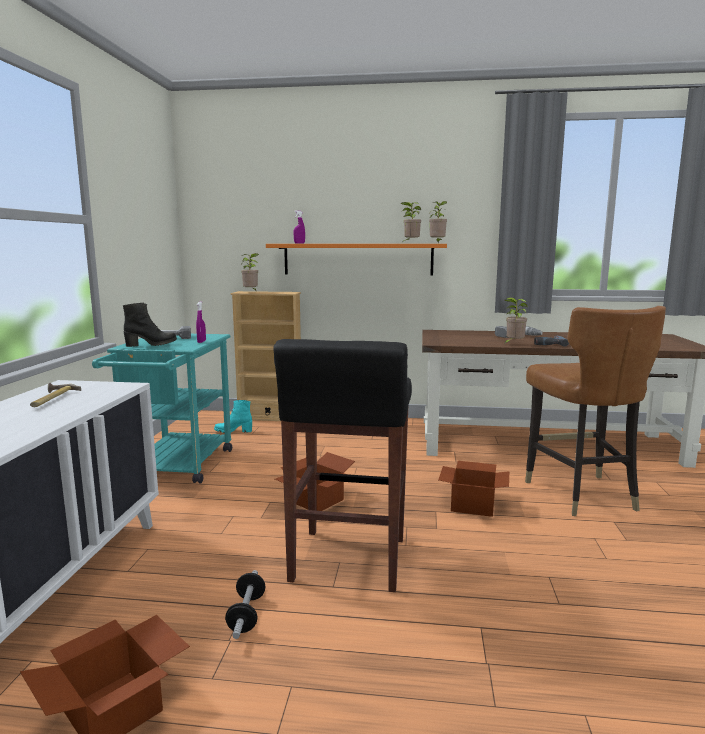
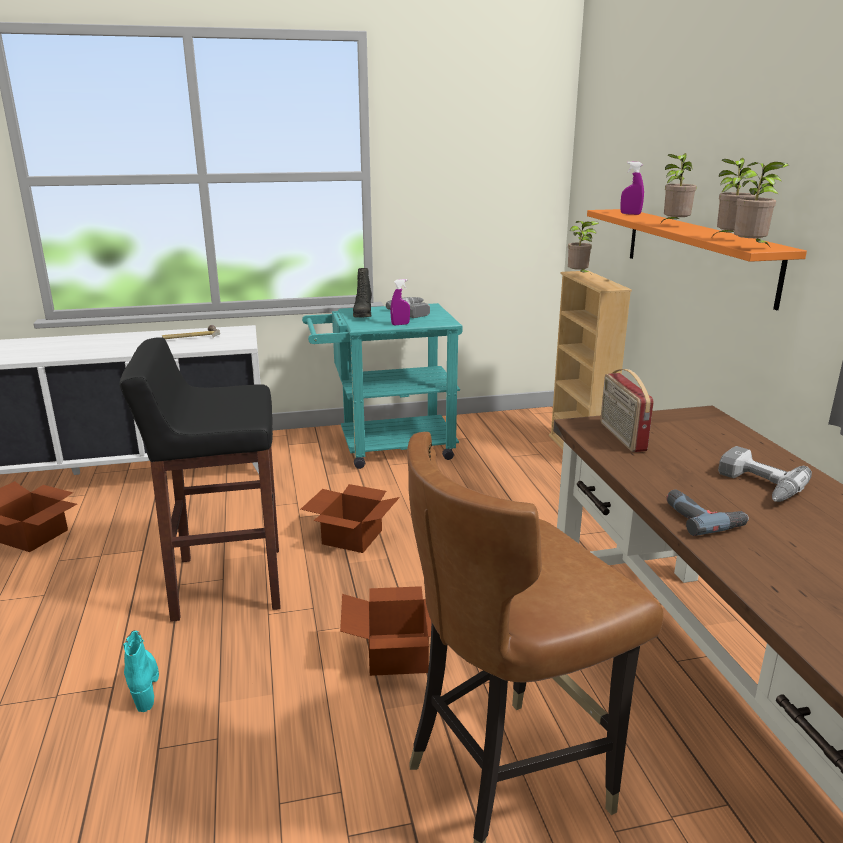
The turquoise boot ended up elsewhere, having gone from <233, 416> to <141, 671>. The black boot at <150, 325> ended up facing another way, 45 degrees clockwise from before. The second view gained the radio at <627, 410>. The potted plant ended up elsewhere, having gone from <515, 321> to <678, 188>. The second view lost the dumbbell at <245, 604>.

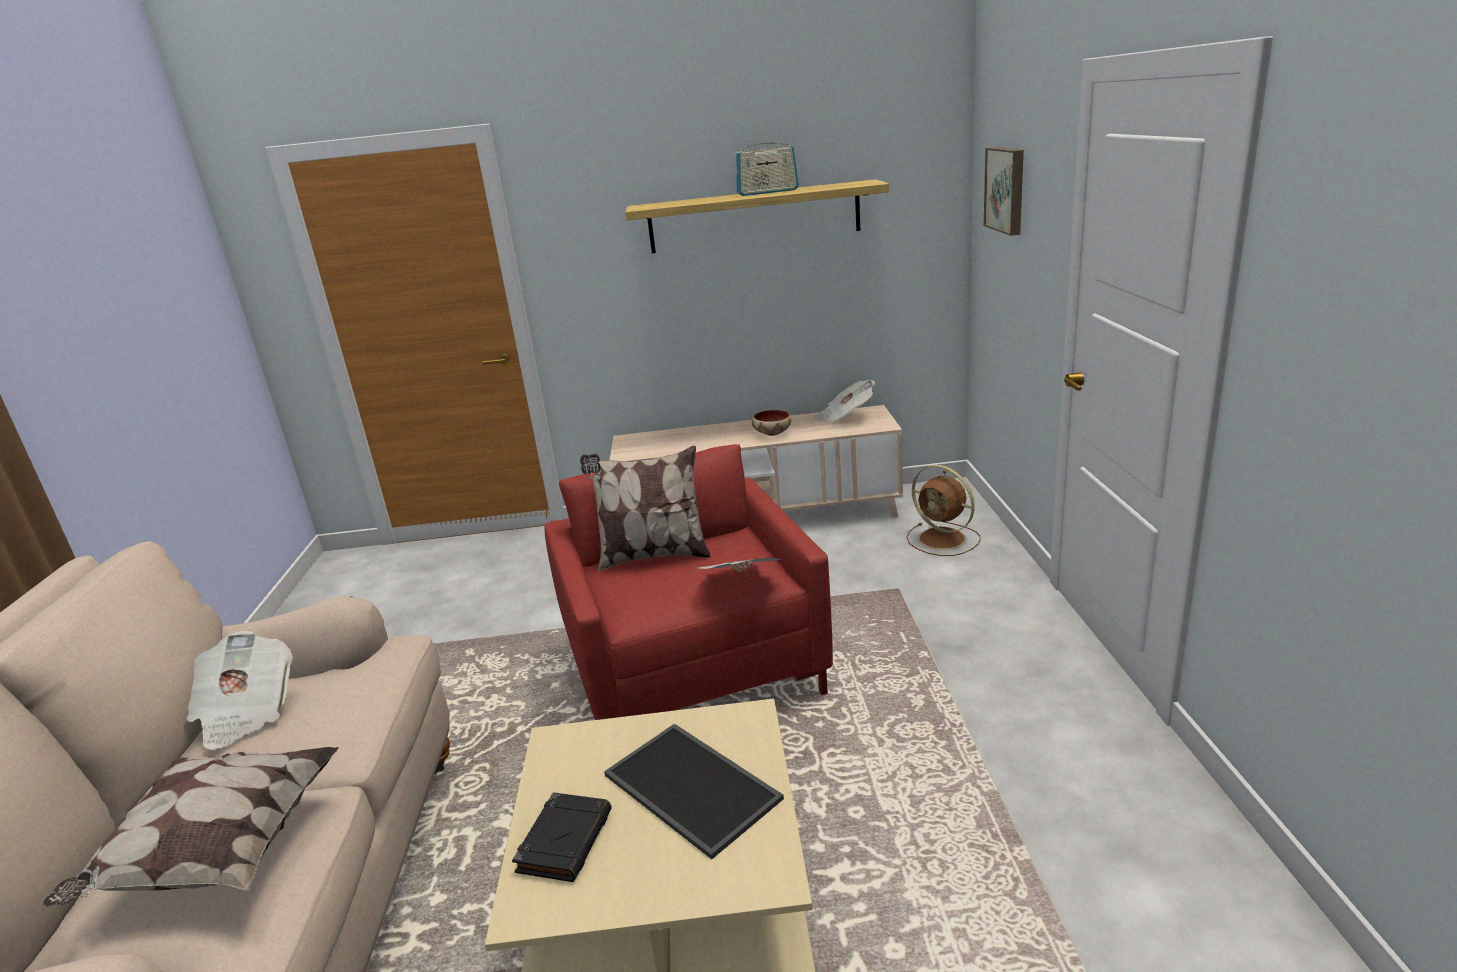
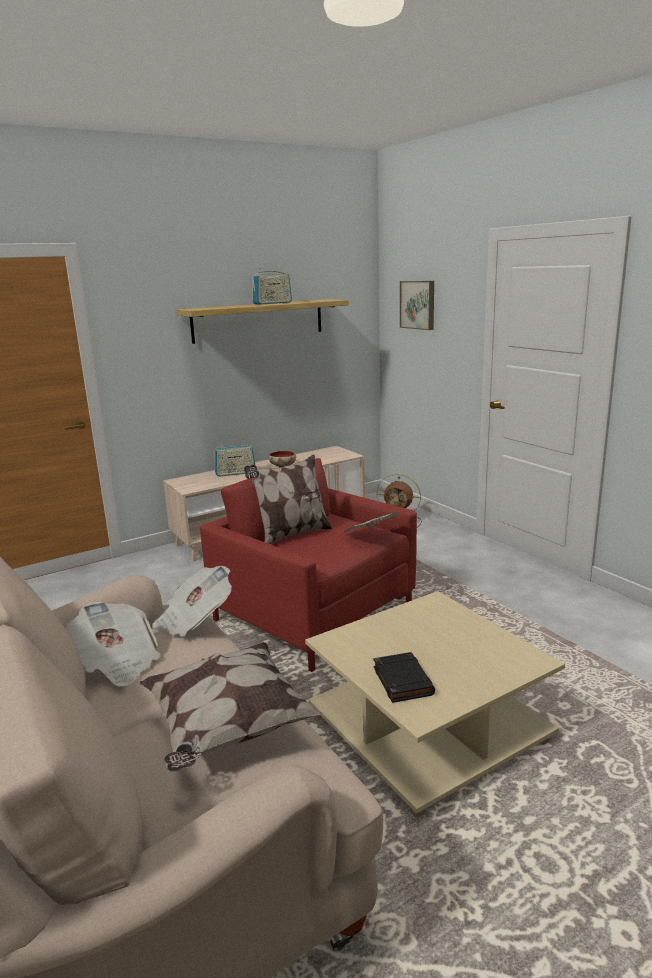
The newspaper ended up elsewhere, having gone from <844, 402> to <192, 601>. The second view gained the radio at <234, 459>. The second view lost the tray at <694, 791>.

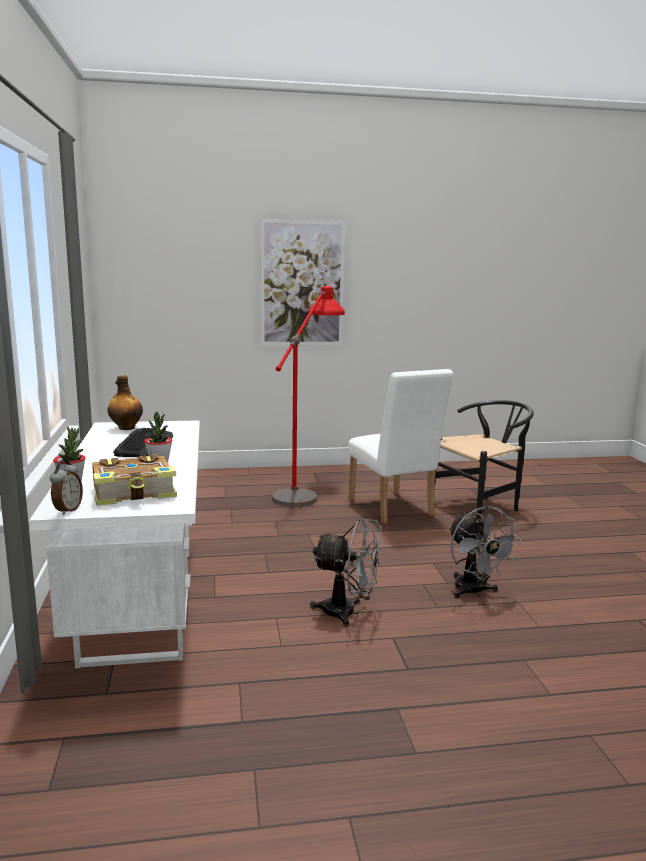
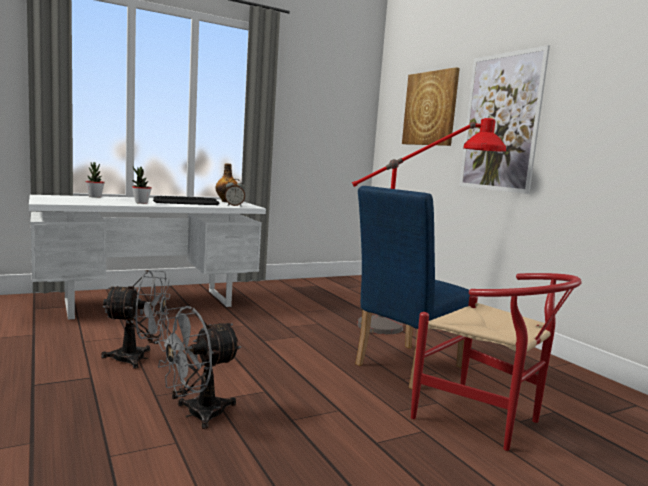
The grey fan at <346, 572> ended up facing another way, 90 degrees counterclockwise from before. The alarm clock ended up elsewhere, having gone from <66, 487> to <235, 192>. What was the white chair at <400, 446> turned into the blue chair at <412, 287>. The second view gained the picture at <431, 106>. What was the black chair at <484, 459> turned into the red chair at <496, 362>. The second view lost the book at <134, 480>.

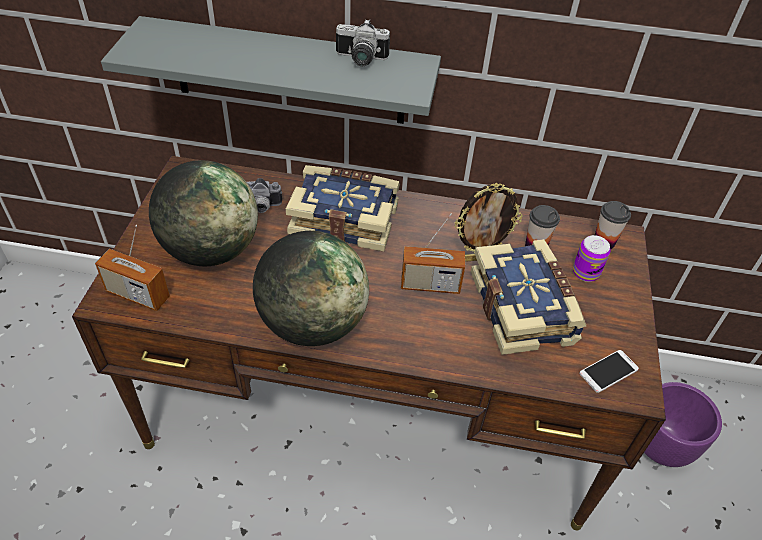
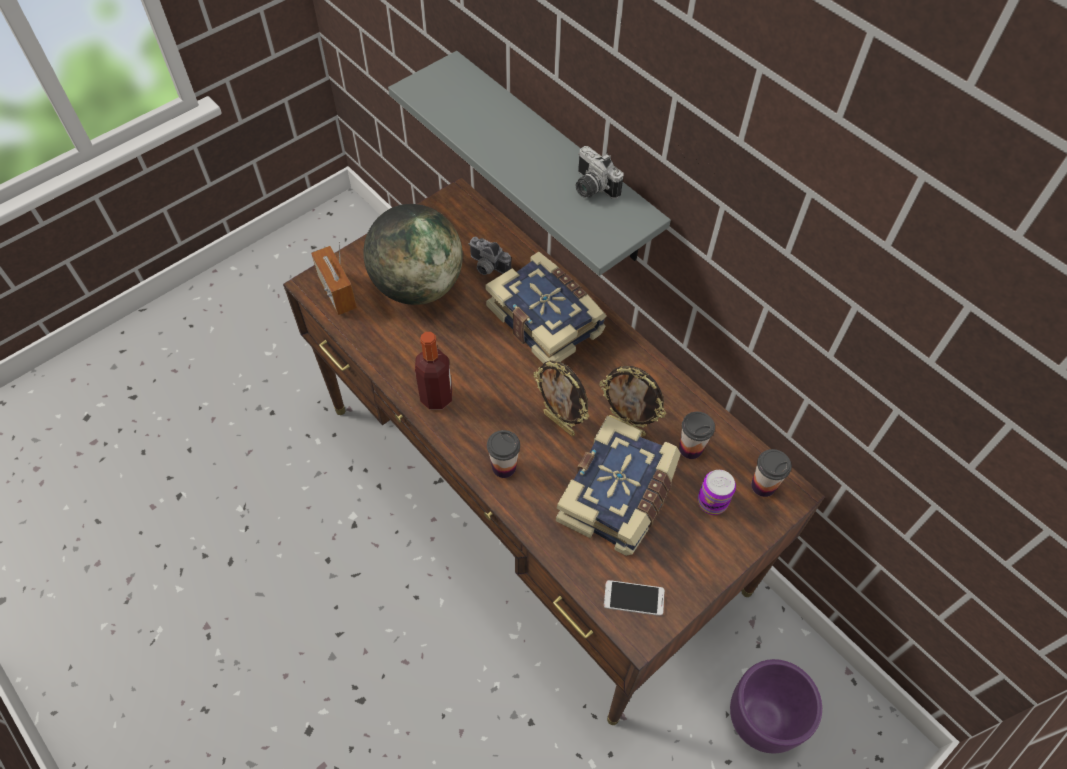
Where the globe stood at <311, 288>, the bottle came to stand at <433, 370>. The second view gained the cup at <503, 454>. Where the radio stood at <433, 253>, the picture frame came to stand at <561, 398>.

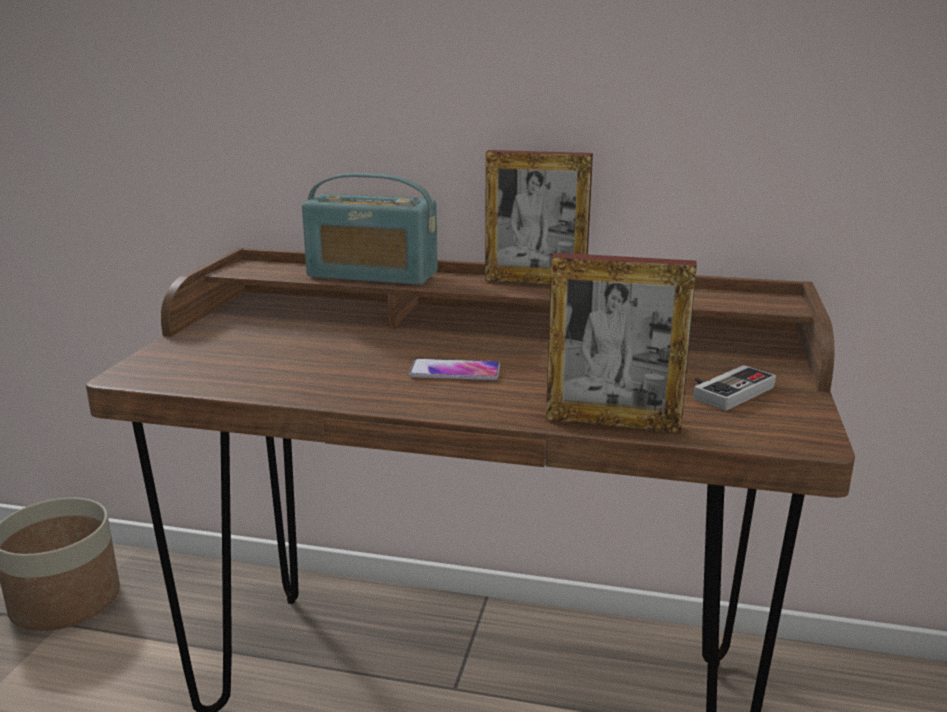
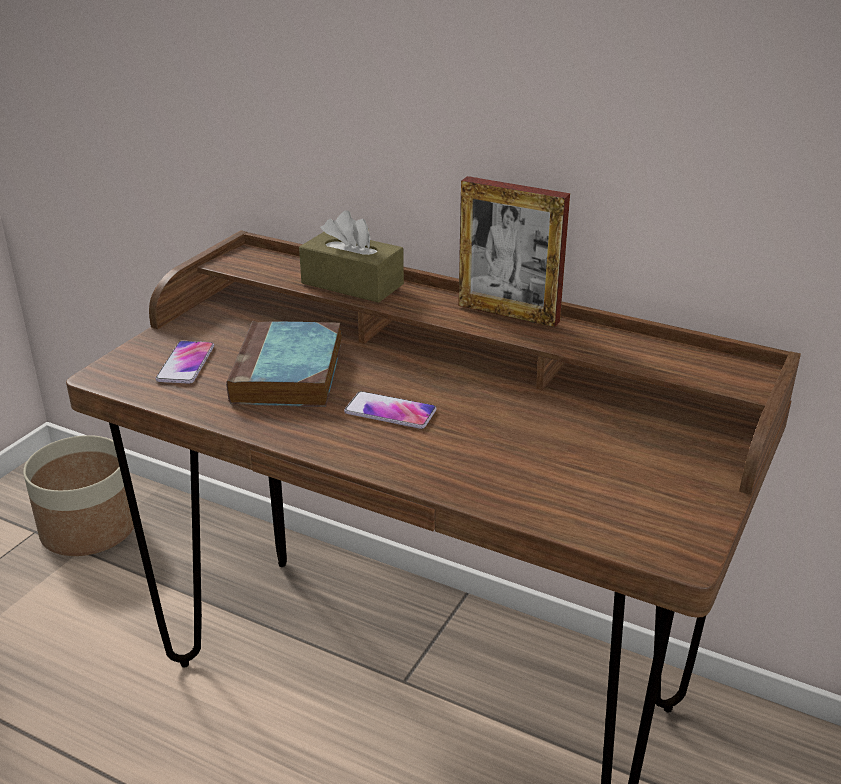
The second view gained the phone at <185, 362>. The second view gained the book at <284, 364>. Where the radio stood at <370, 229>, the brown tissue box came to stand at <351, 256>. The second view lost the picture frame at <621, 343>. The second view lost the game controller at <735, 388>.

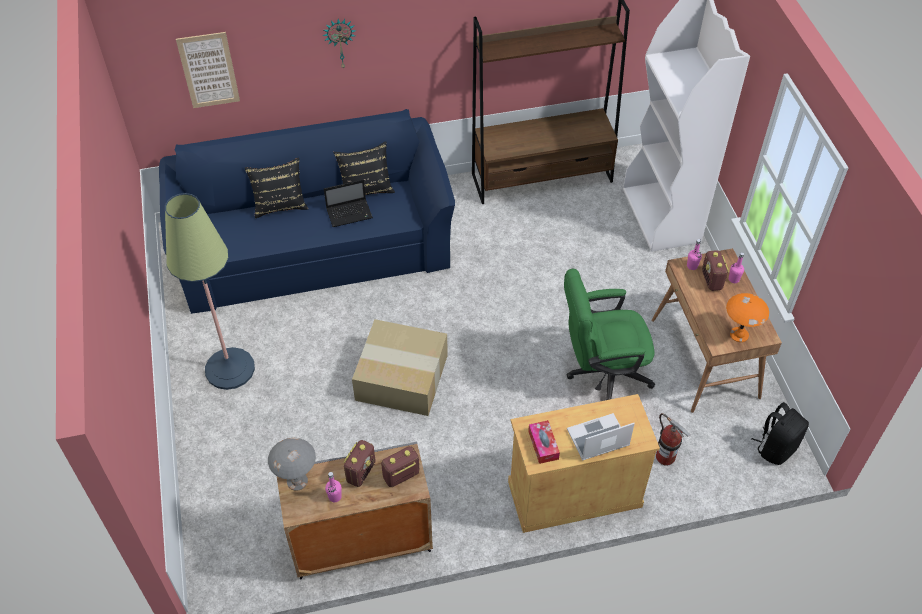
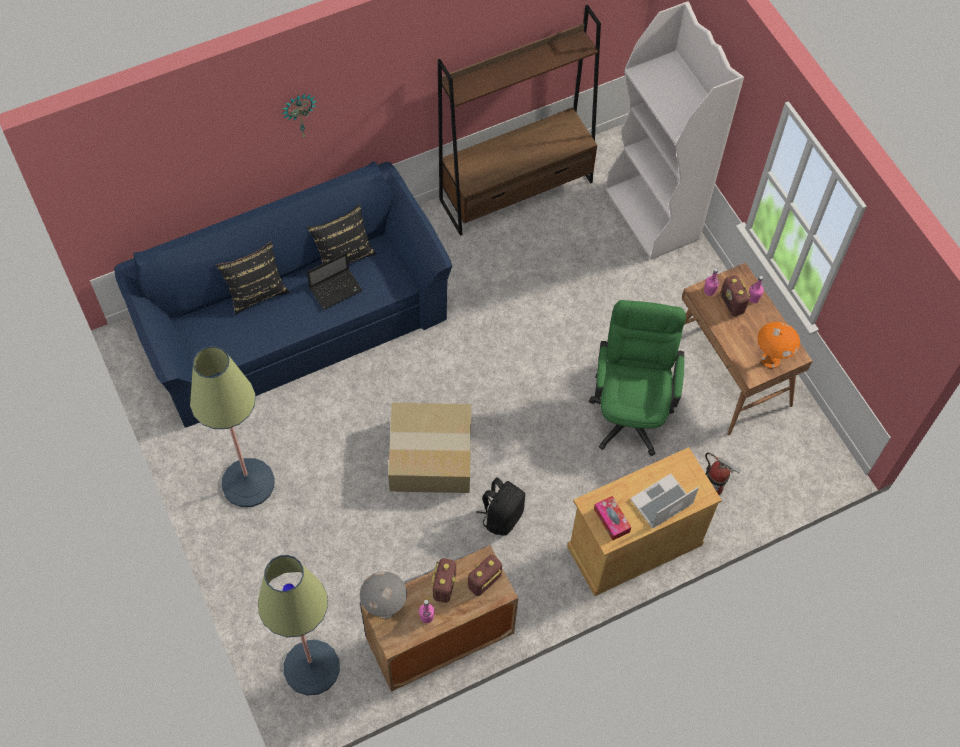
The second view gained the floor lamp at <299, 625>. The black backpack ended up elsewhere, having gone from <780, 433> to <500, 506>. The green office chair at <609, 334> ended up facing another way, 120 degrees clockwise from before. The second view lost the picture at <208, 70>.

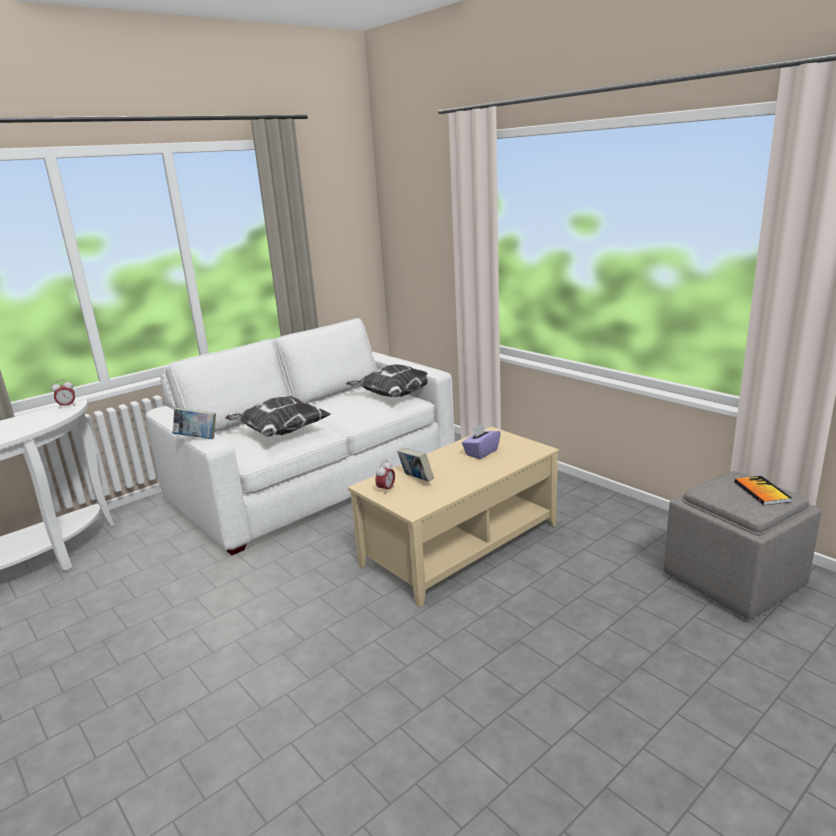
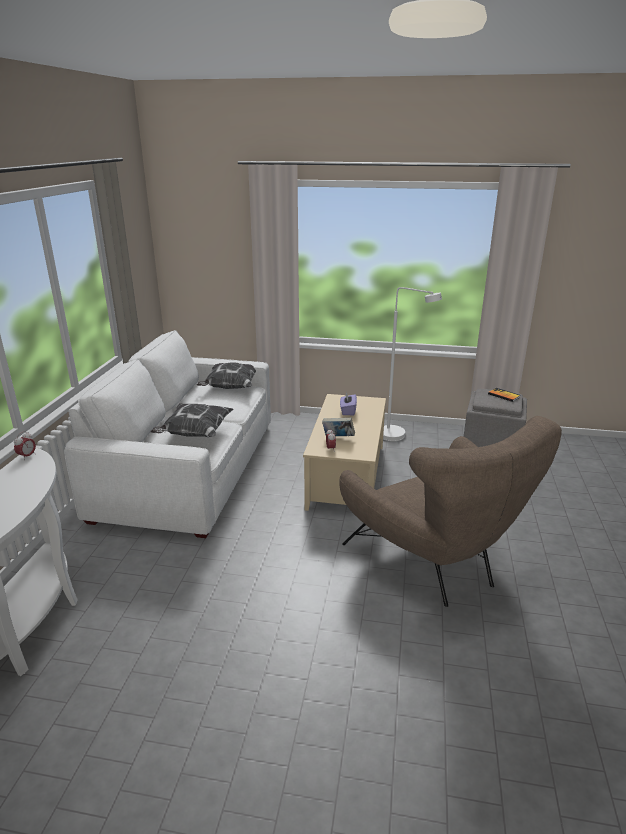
The second view gained the brown armchair at <450, 511>. The second view gained the white floor lamp at <412, 364>. The second view lost the book at <194, 423>.

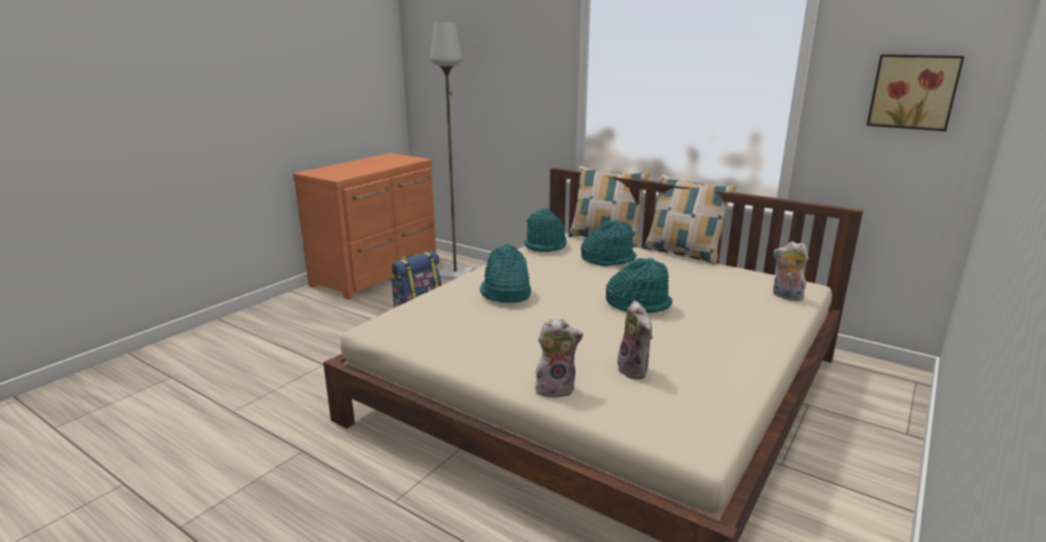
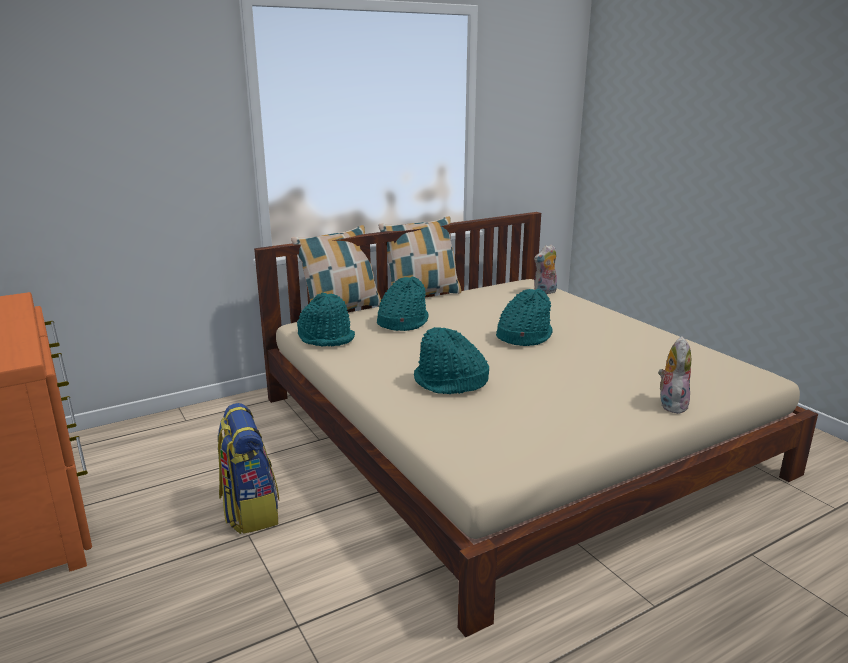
The second view lost the grey floor lamp at <452, 151>. The second view lost the plush toy at <635, 339>. The second view lost the picture at <915, 92>.

